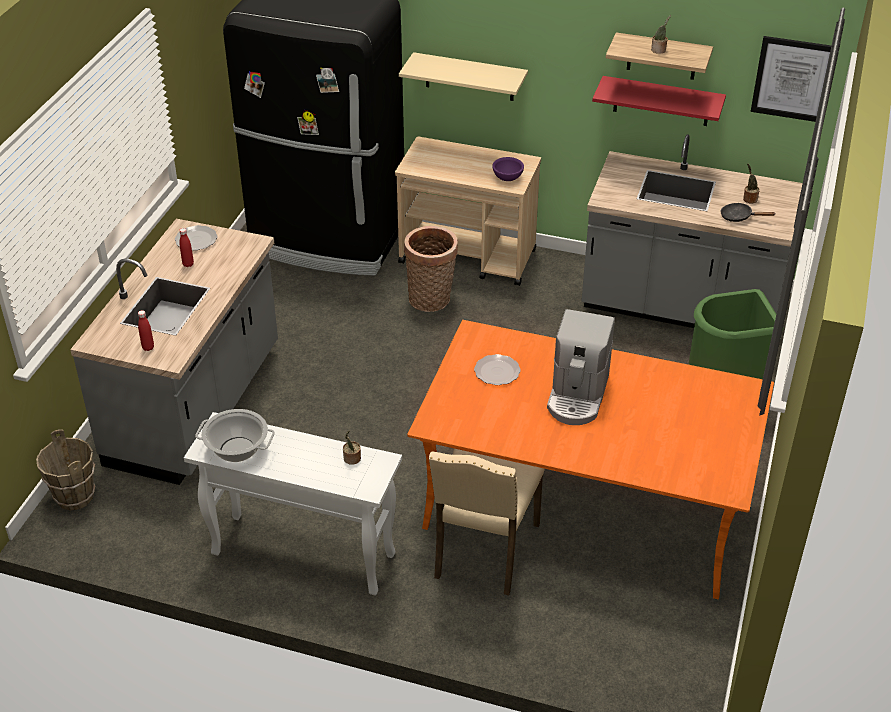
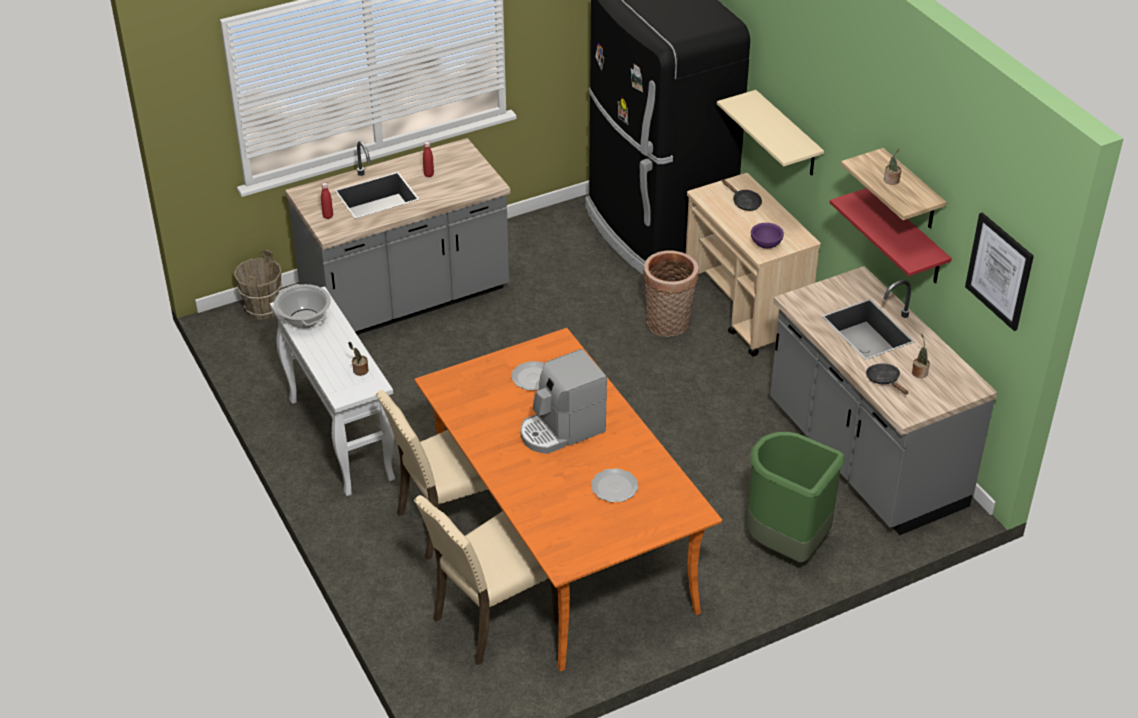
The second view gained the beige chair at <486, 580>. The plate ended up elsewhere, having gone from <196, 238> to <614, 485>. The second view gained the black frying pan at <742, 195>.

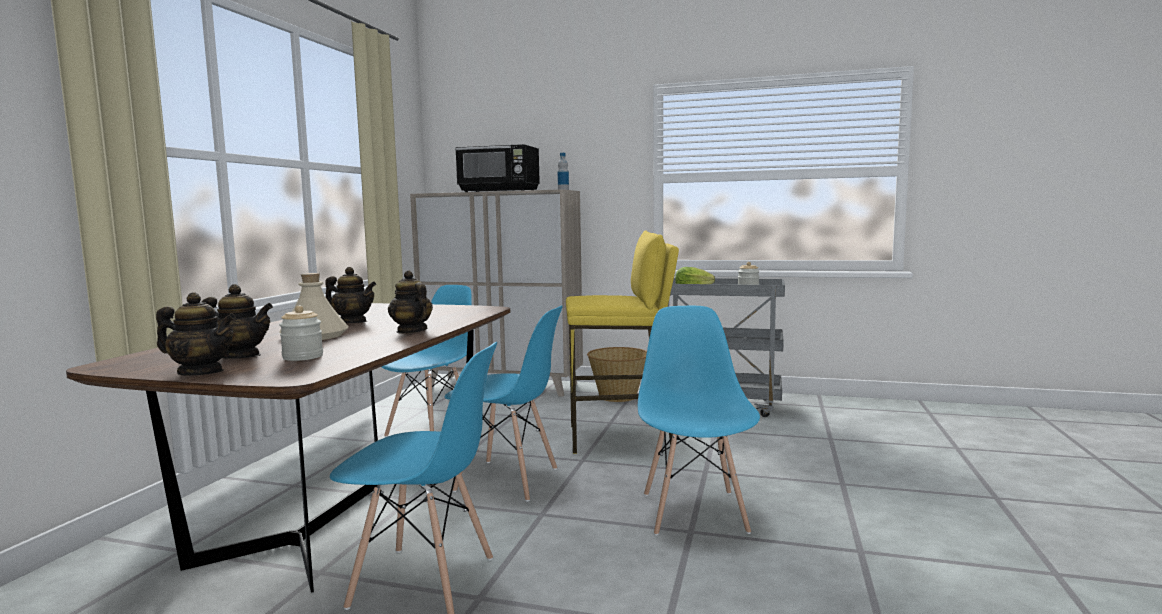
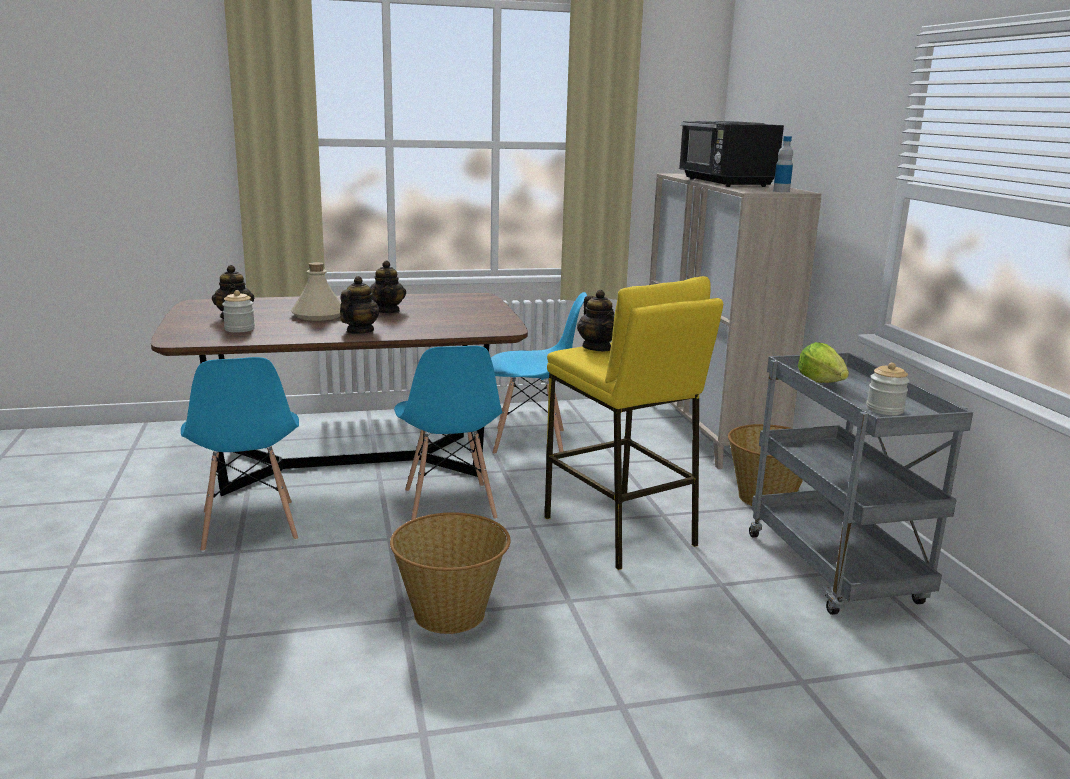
Where the blue chair stood at <699, 421>, the basket came to stand at <450, 573>. The teapot ended up elsewhere, having gone from <196, 333> to <596, 320>.

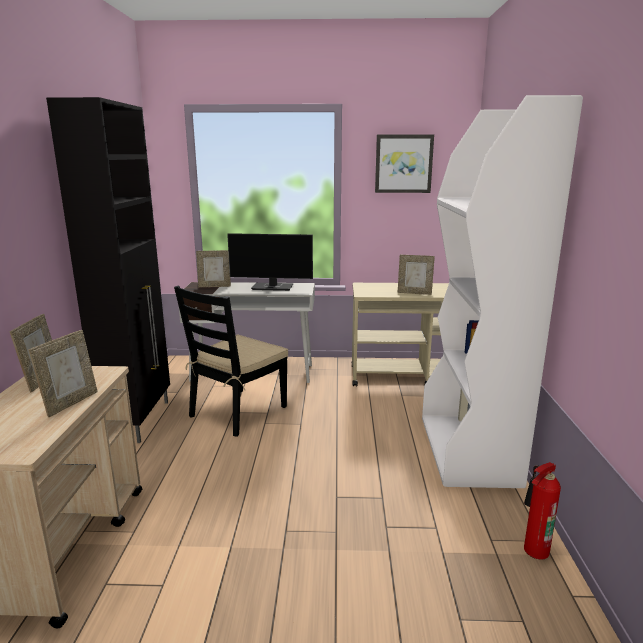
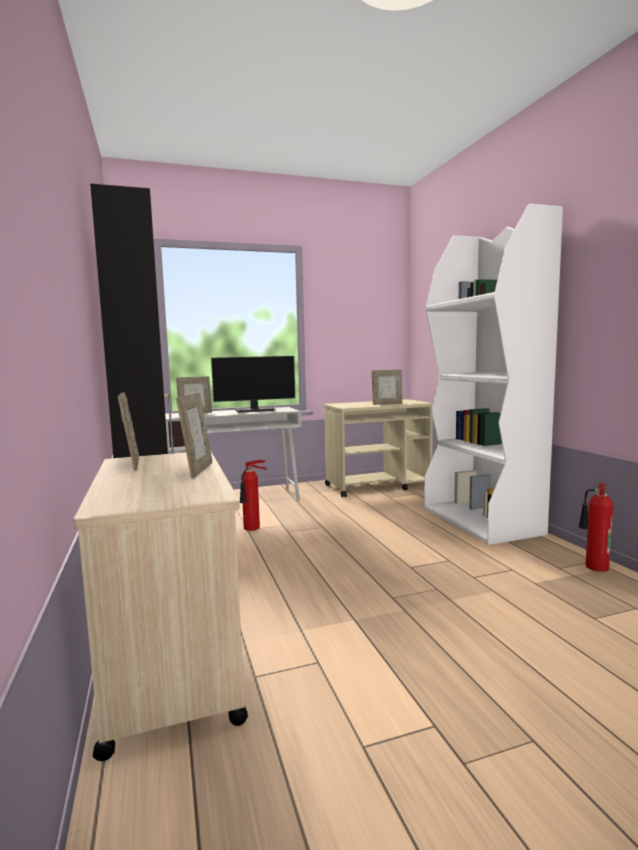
Where the black chair stood at <231, 361>, the fire extinguisher came to stand at <253, 495>. The second view lost the picture at <404, 164>.

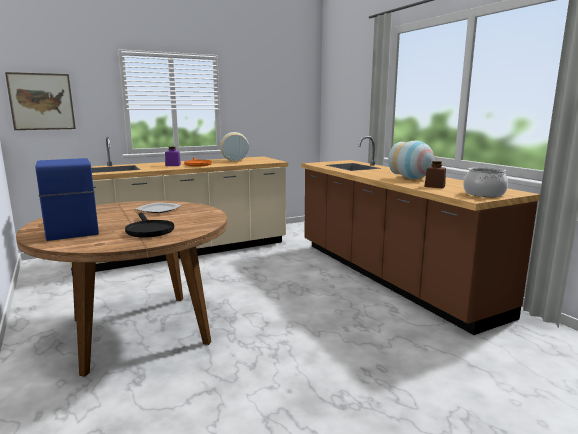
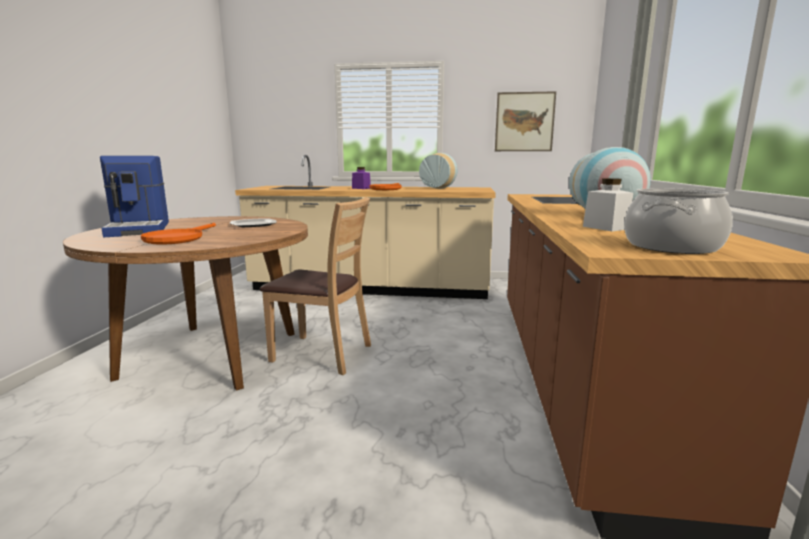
The coffee machine at <67, 199> ended up facing another way, 150 degrees clockwise from before. What was the black frying pan at <149, 225> turned into the orange frying pan at <178, 234>. The second view gained the brown chair at <315, 286>. The picture ended up elsewhere, having gone from <40, 101> to <525, 121>. What was the brown jar at <435, 174> turned into the white jar at <608, 204>.

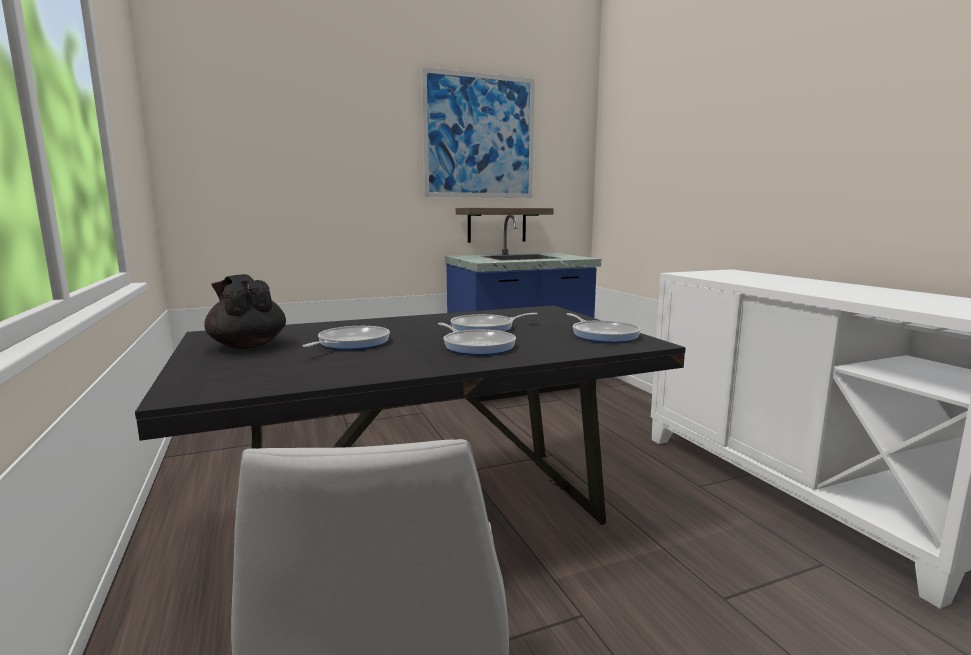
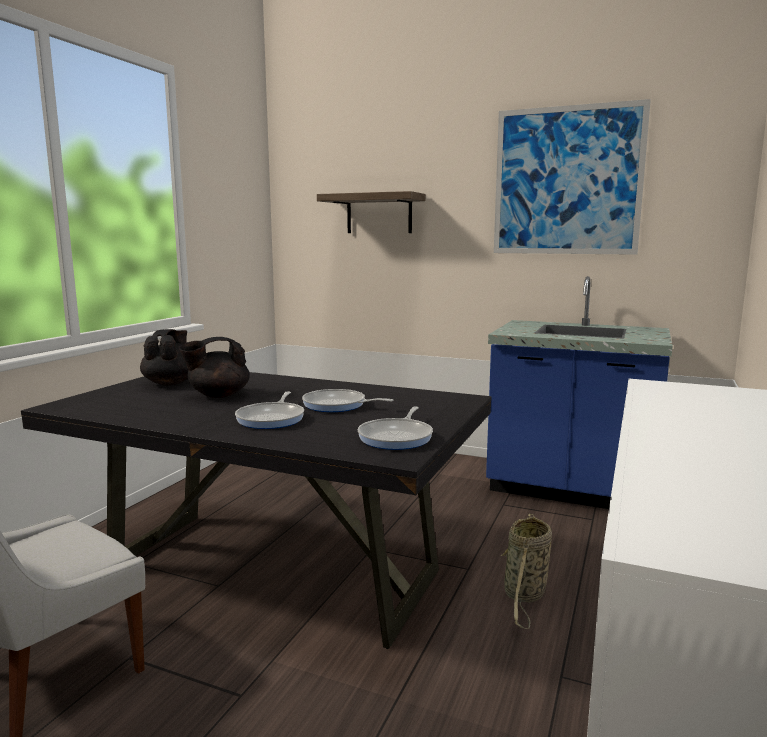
Where the frying pan stood at <346, 338>, the black teapot came to stand at <214, 367>. The shelf ended up elsewhere, having gone from <505, 225> to <371, 212>. The second view gained the basket at <526, 571>.

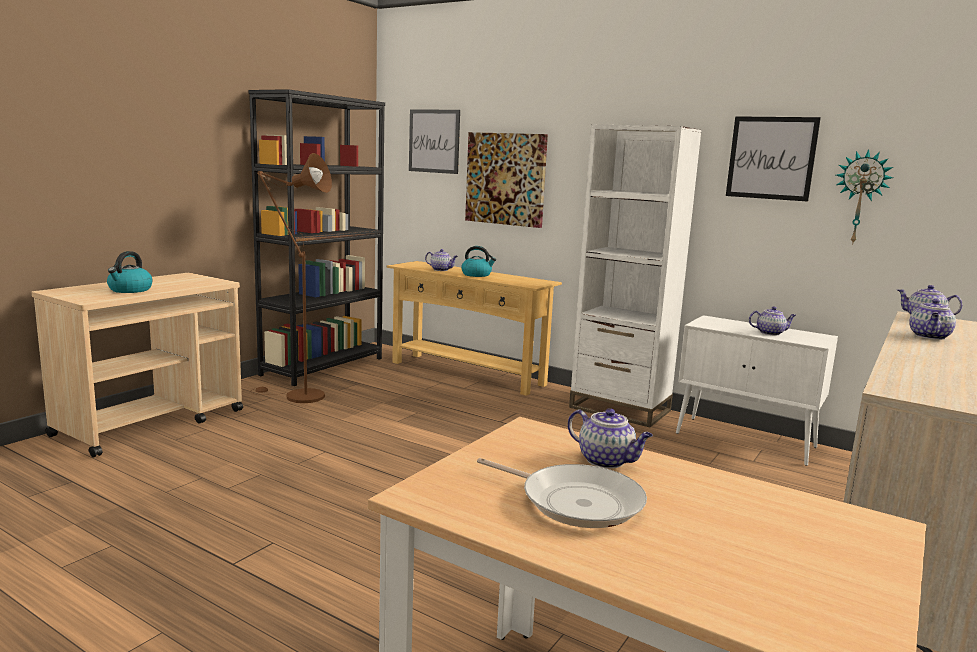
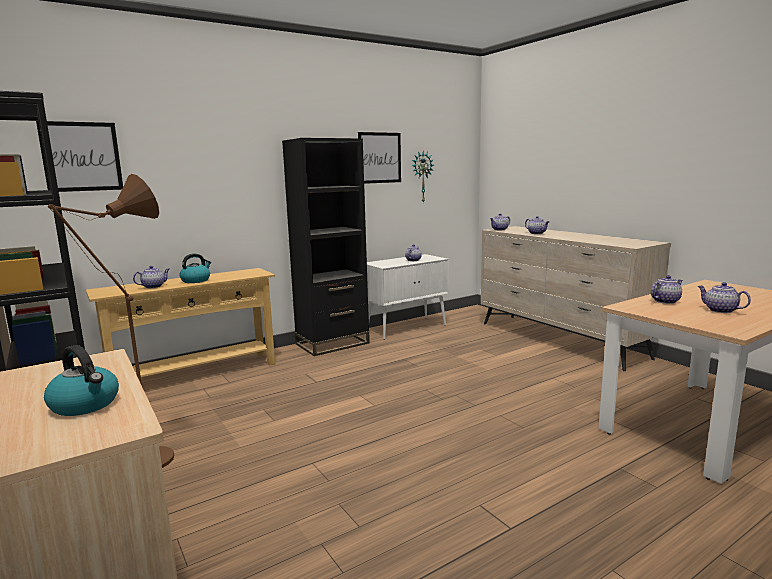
What was the white bookcase at <635, 276> turned into the black bookcase at <326, 247>. Where the frying pan stood at <562, 493>, the teapot came to stand at <724, 297>. The second view lost the picture at <506, 180>.

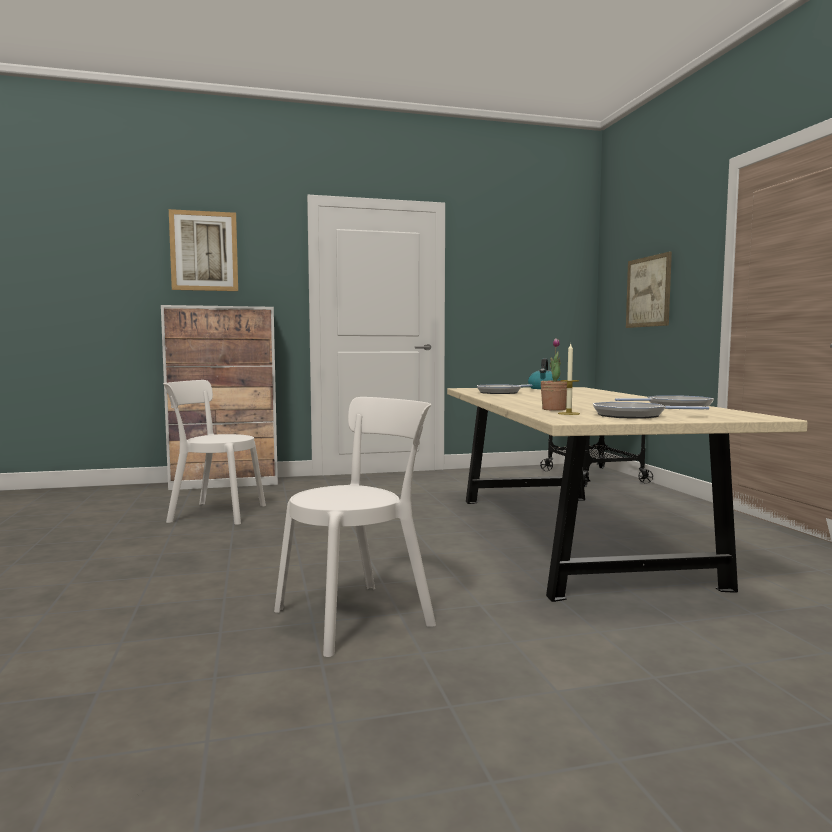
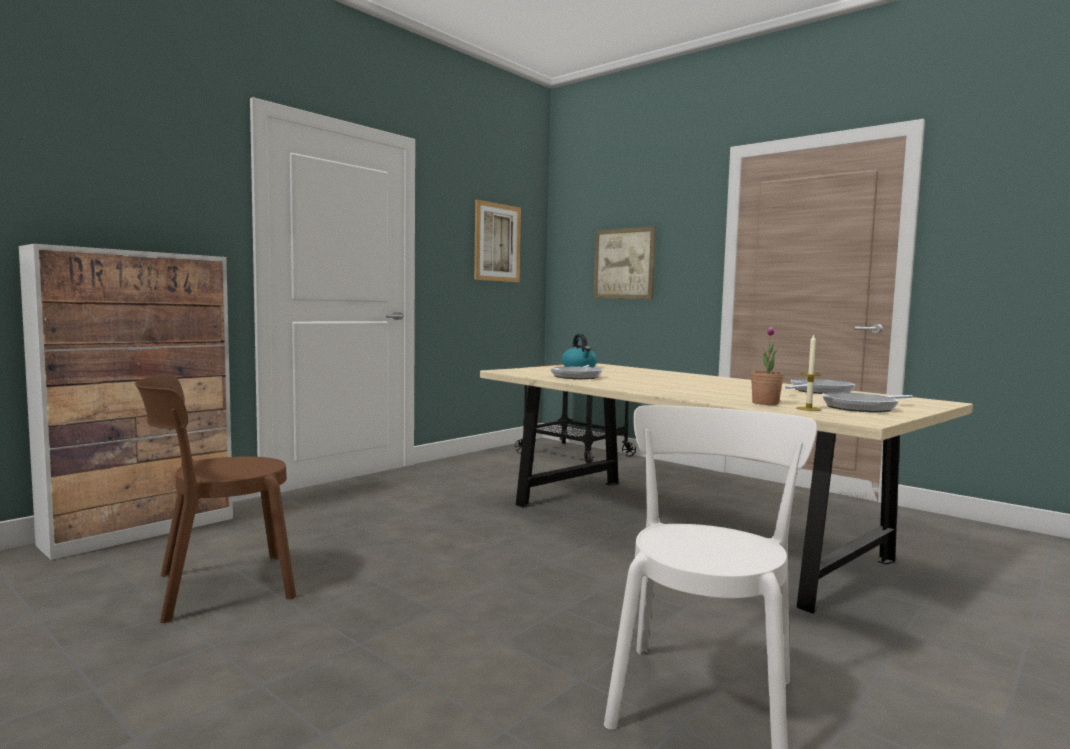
What was the white chair at <214, 452> turned into the brown chair at <215, 498>. The picture ended up elsewhere, having gone from <203, 250> to <497, 241>.

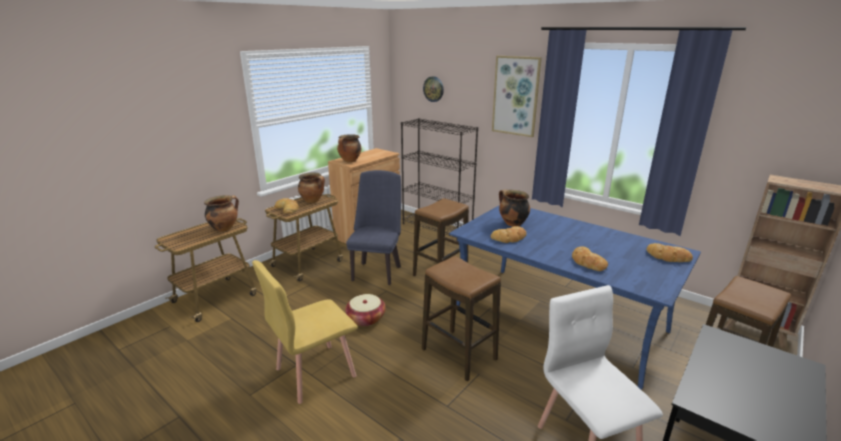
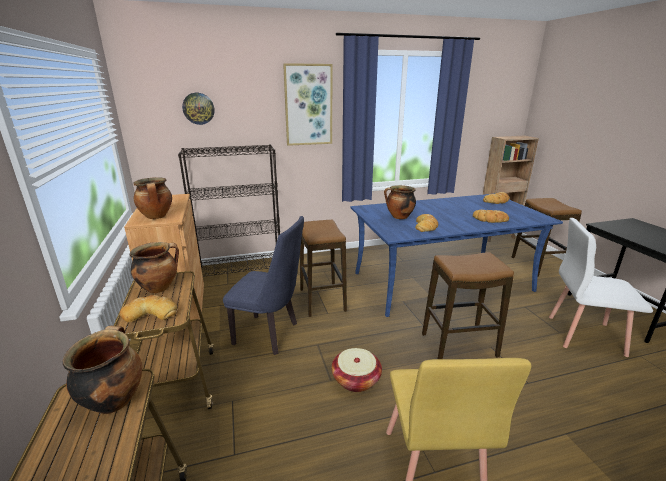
The blue chair at <373, 227> ended up facing another way, 150 degrees clockwise from before.

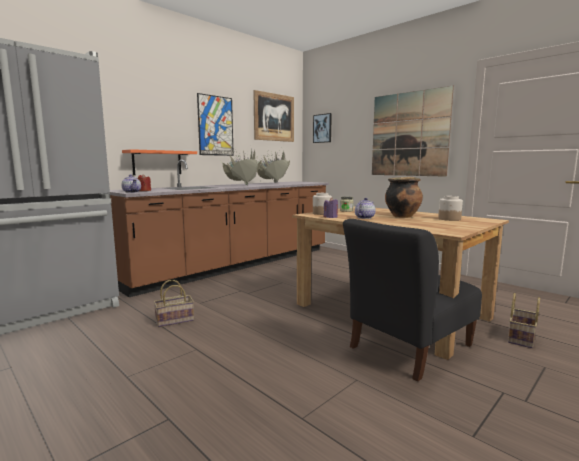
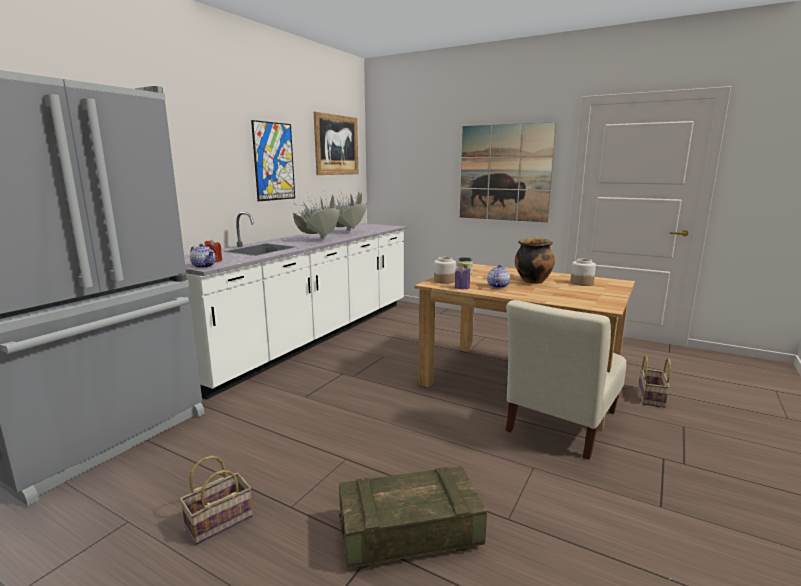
The basket ended up elsewhere, having gone from <174, 303> to <216, 500>. What was the brown counter at <219, 228> turned into the white counter at <295, 305>. The second view gained the crate at <413, 517>. What was the black chair at <412, 300> turned into the beige chair at <565, 380>. The second view lost the orange shelf at <159, 162>. The second view lost the picture at <322, 128>.

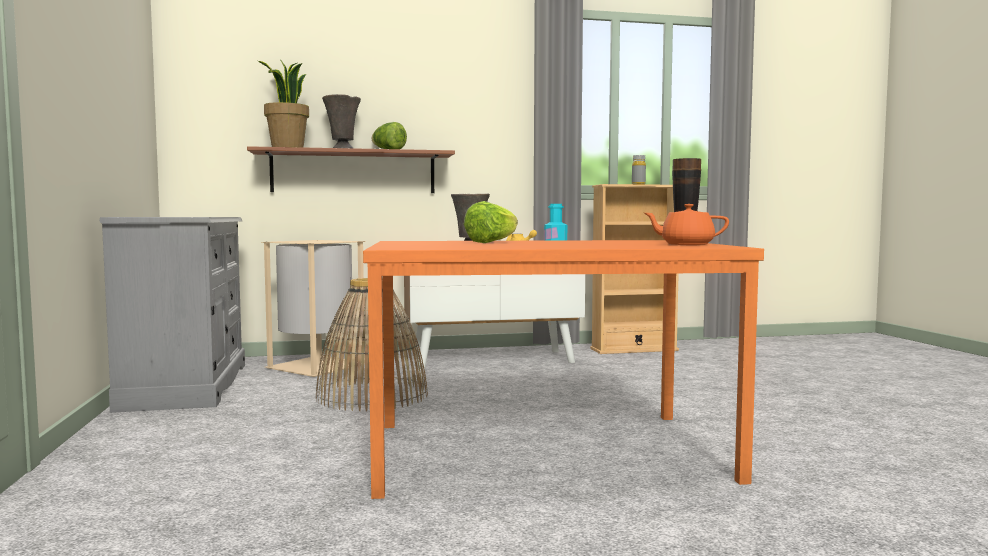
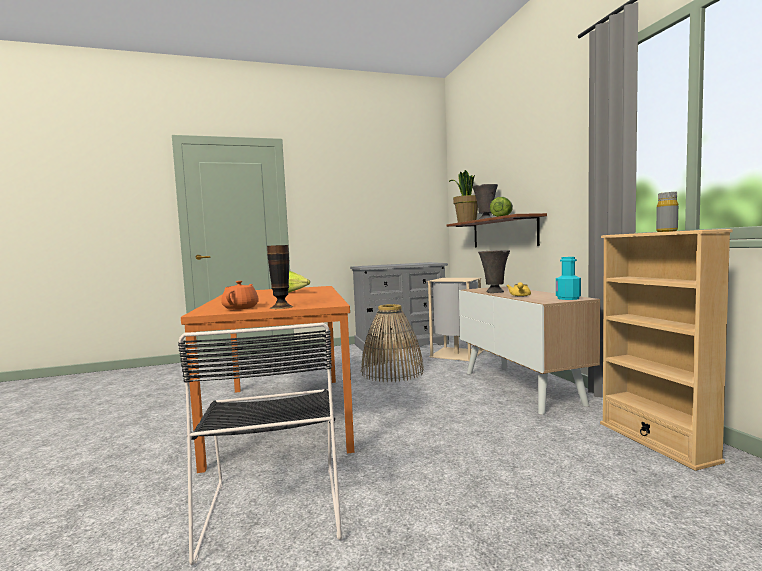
The second view gained the black chair at <260, 444>.

